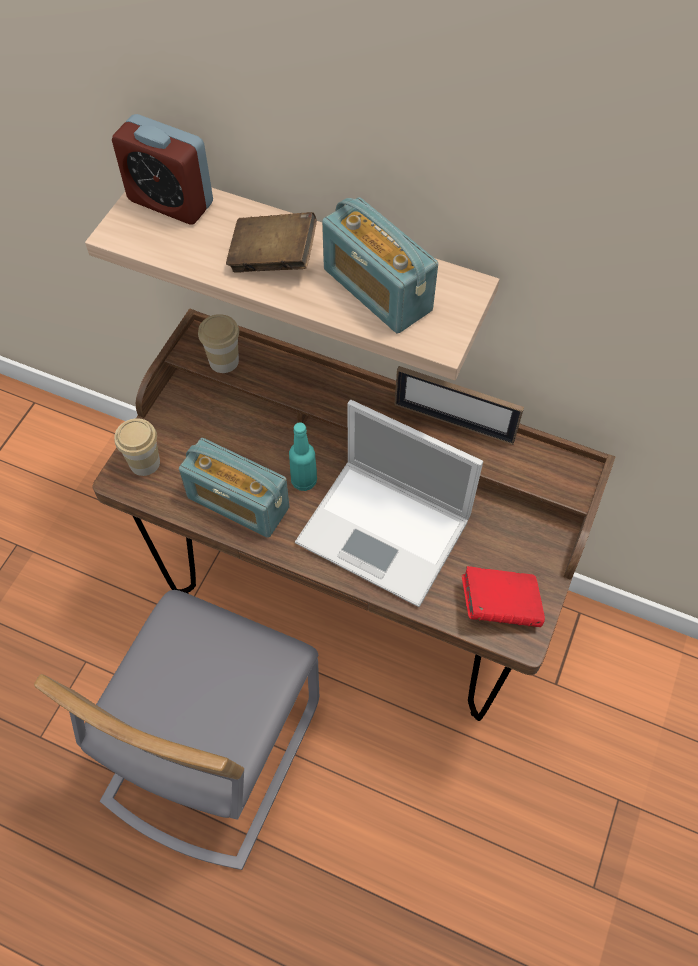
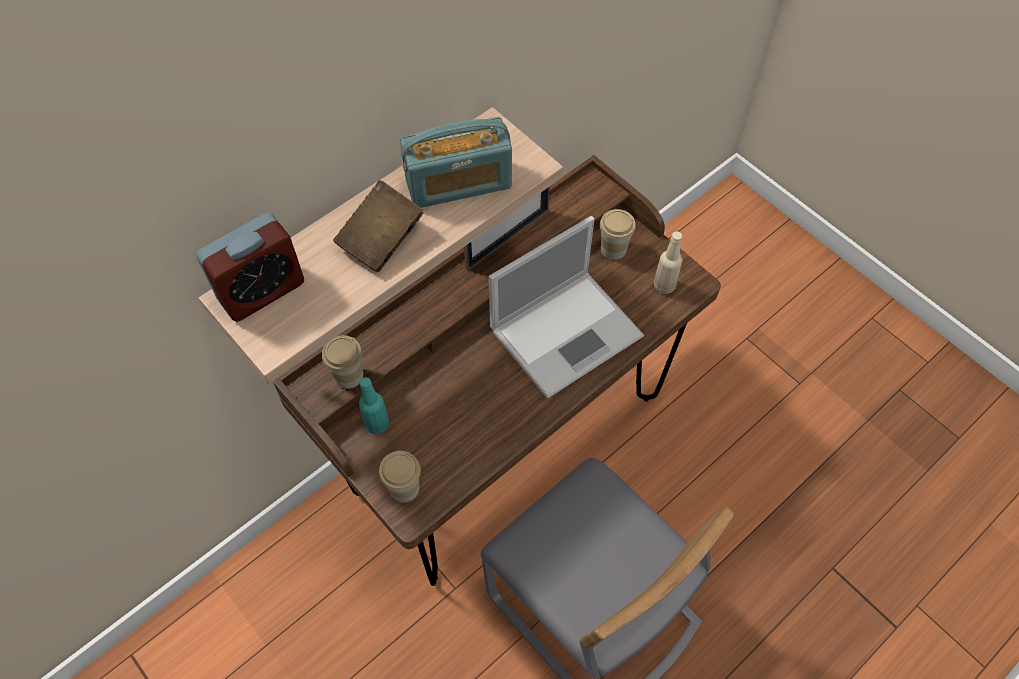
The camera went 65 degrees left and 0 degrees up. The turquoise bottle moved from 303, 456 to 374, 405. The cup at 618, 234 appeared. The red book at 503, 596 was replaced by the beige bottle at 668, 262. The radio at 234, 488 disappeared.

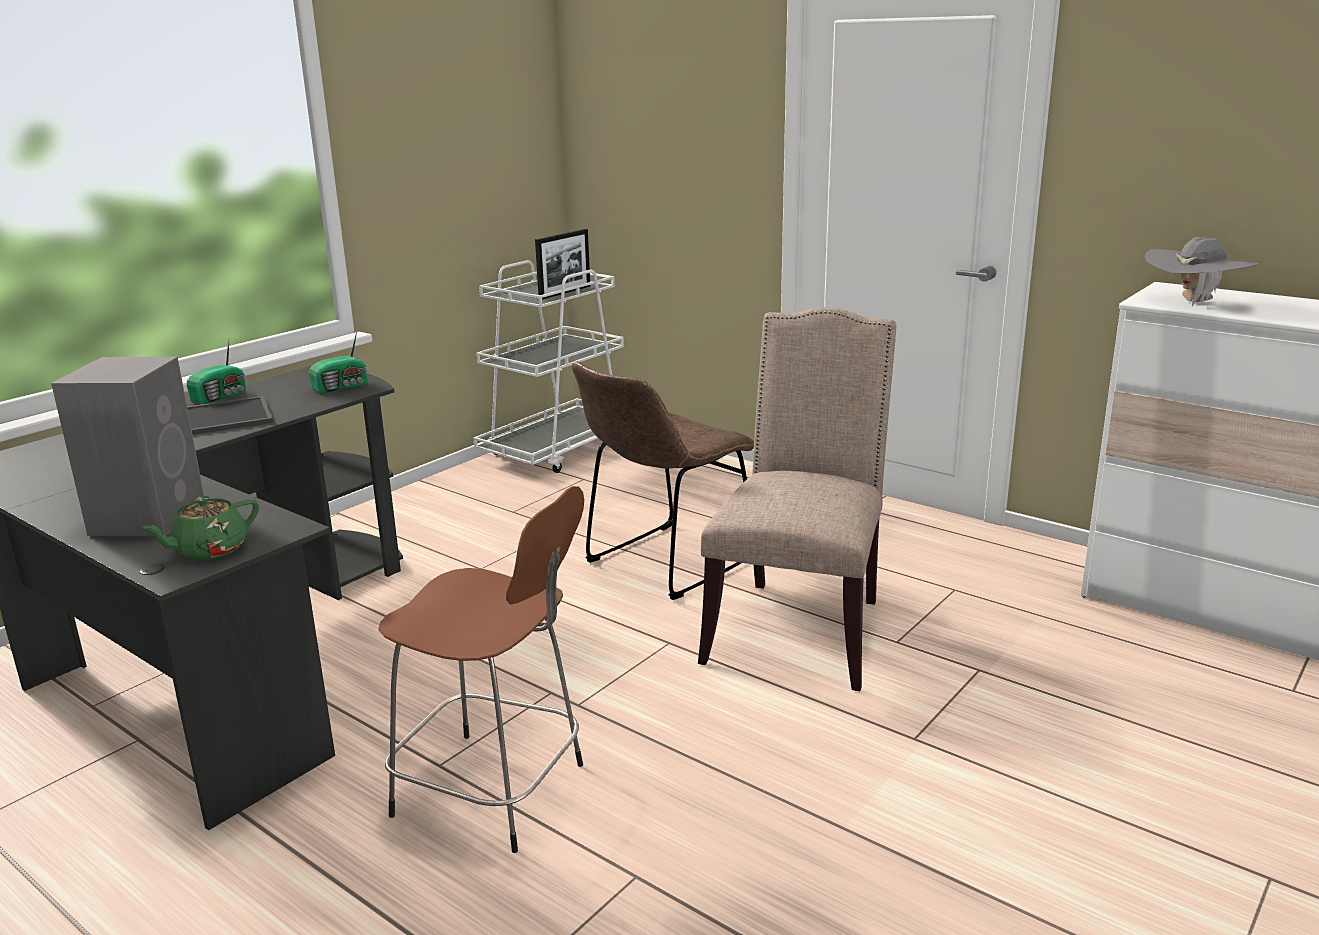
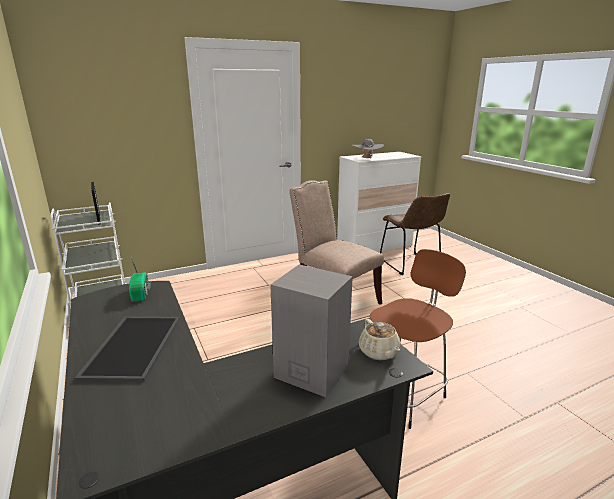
The camera went 65 degrees left and 0 degrees up. The green teapot at 200, 528 became the beige teapot at 380, 339. The brown chair moved from 663, 480 to 415, 234. The radio at 216, 372 disappeared.

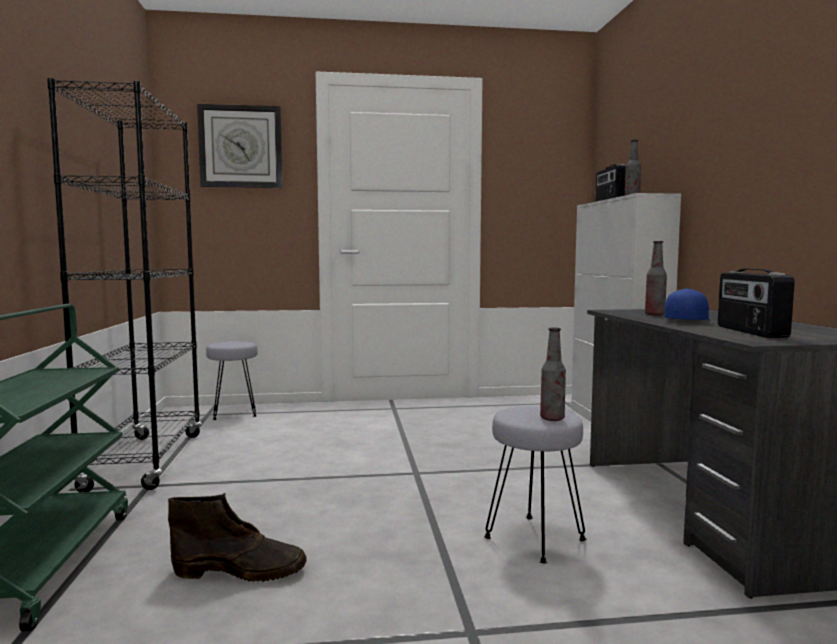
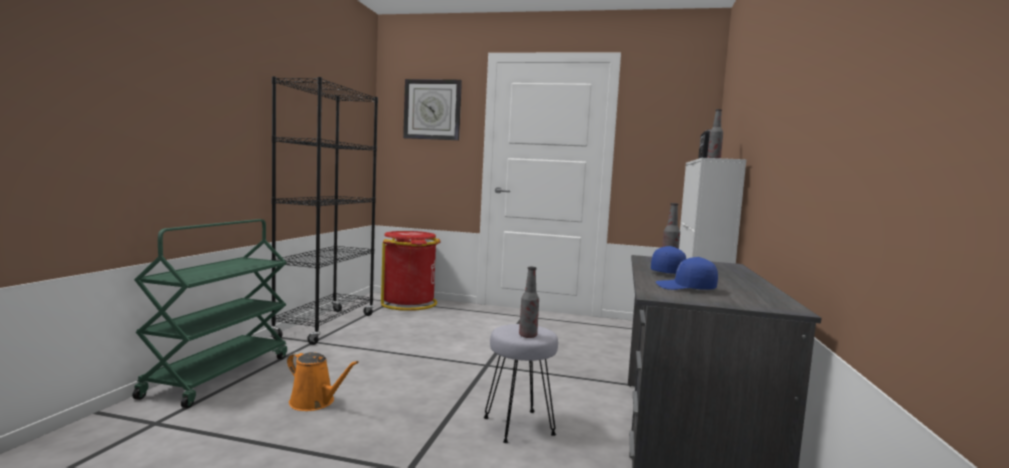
The camera went 20 degrees right and 0 degrees up. The brown boot at 237, 537 was replaced by the orange watering can at 323, 381. The grey stool at 232, 380 was replaced by the red trash can at 411, 271. The radio at 756, 303 was replaced by the blue cap at 686, 273.

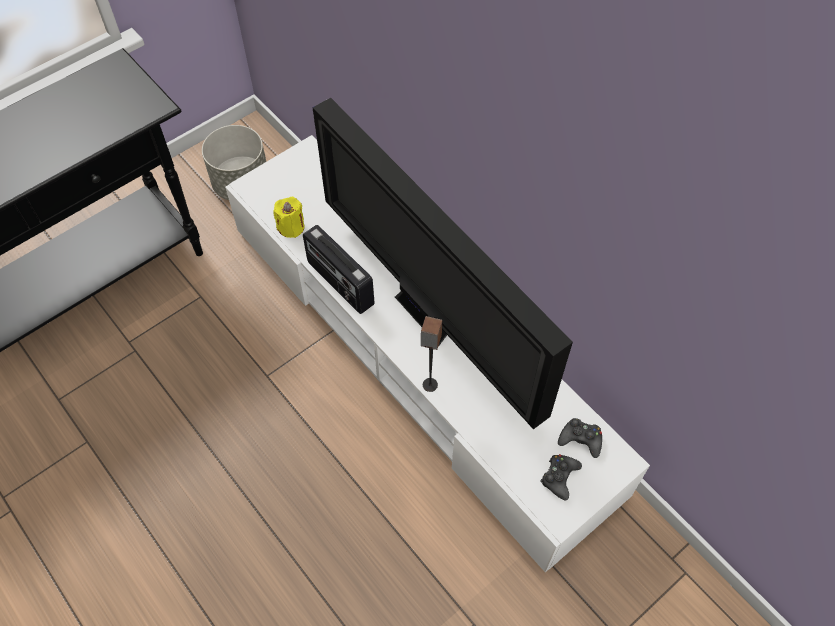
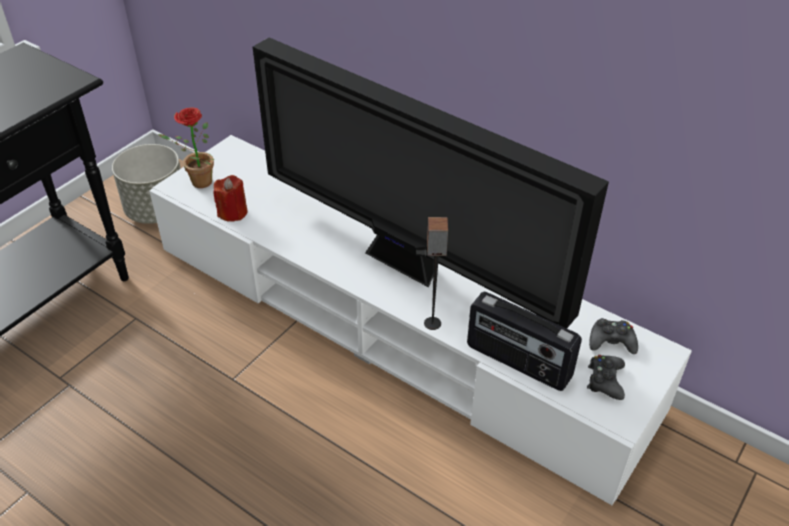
The camera went 15 degrees left and 15 degrees down. The potted plant at 186, 147 appeared. The yellow candle at 289, 217 became the red candle at 230, 198. The radio moved from 339, 269 to 524, 341.

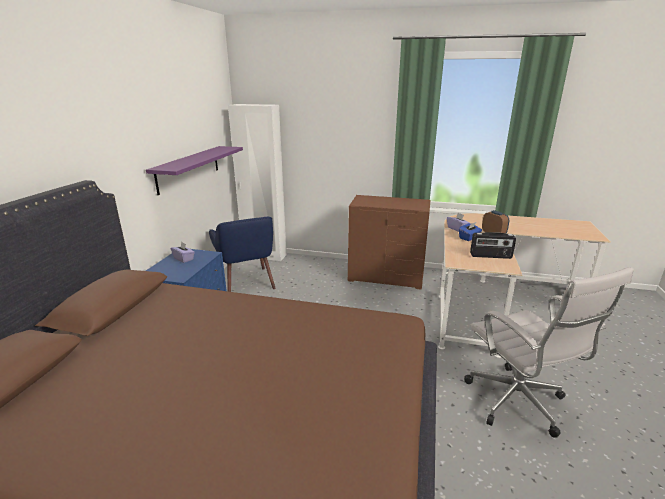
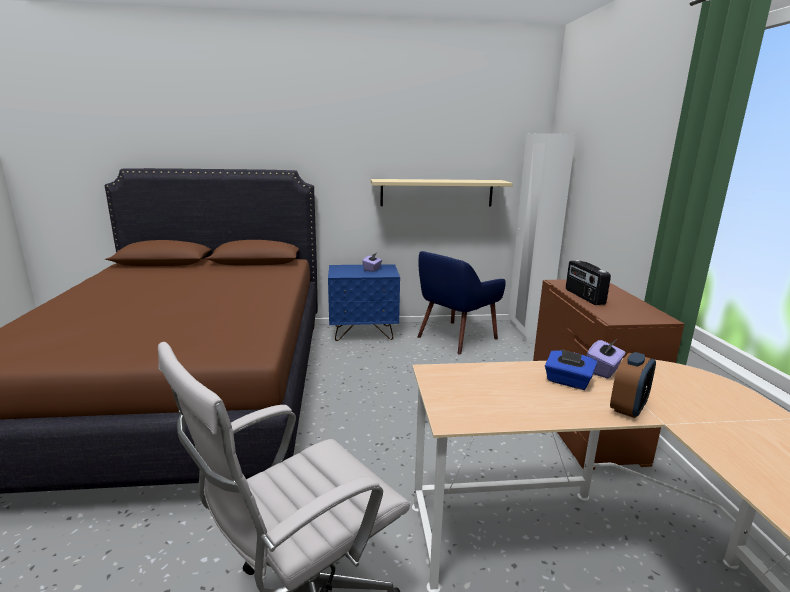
The camera went 70 degrees right and 5 degrees down. The purple shelf at 194, 170 became the beige shelf at 442, 193. The radio moved from 493, 245 to 588, 282.

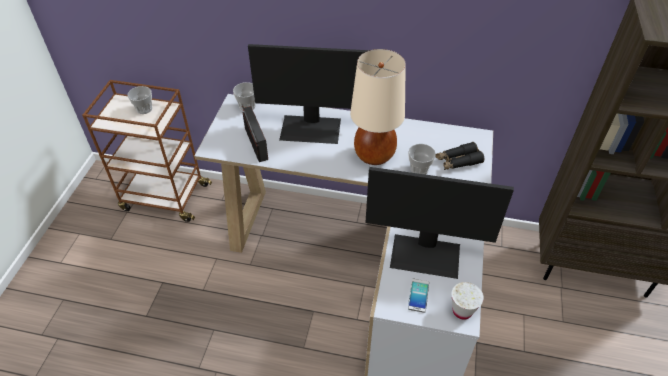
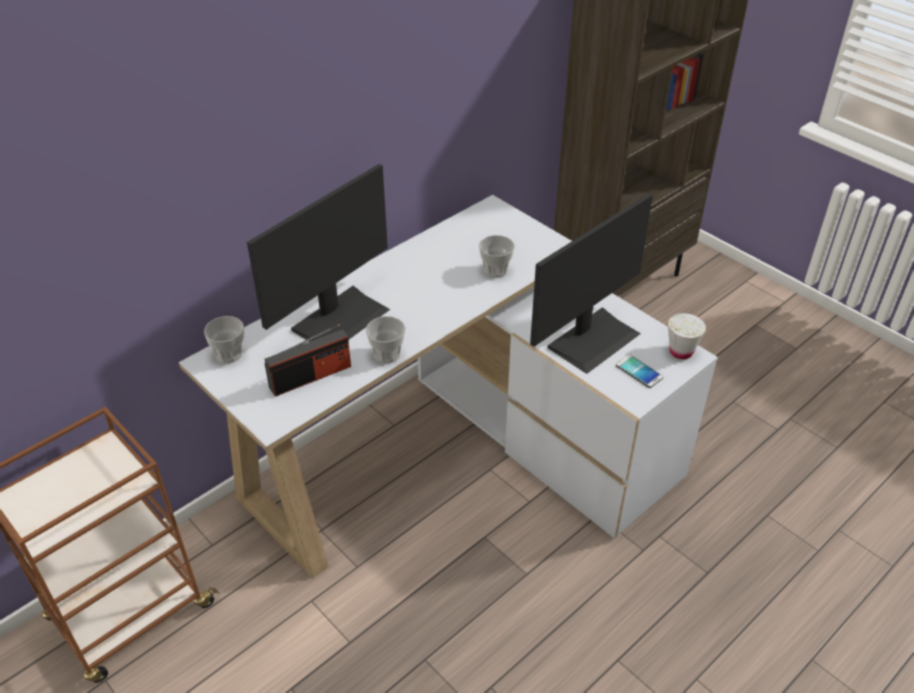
The camera went 55 degrees left and 5 degrees down. The radio at 255, 134 turned 135 degrees clockwise. The cup moved from 139, 100 to 385, 339. The beige table lamp at 378, 107 disappeared. The black binoculars at 459, 156 disappeared.

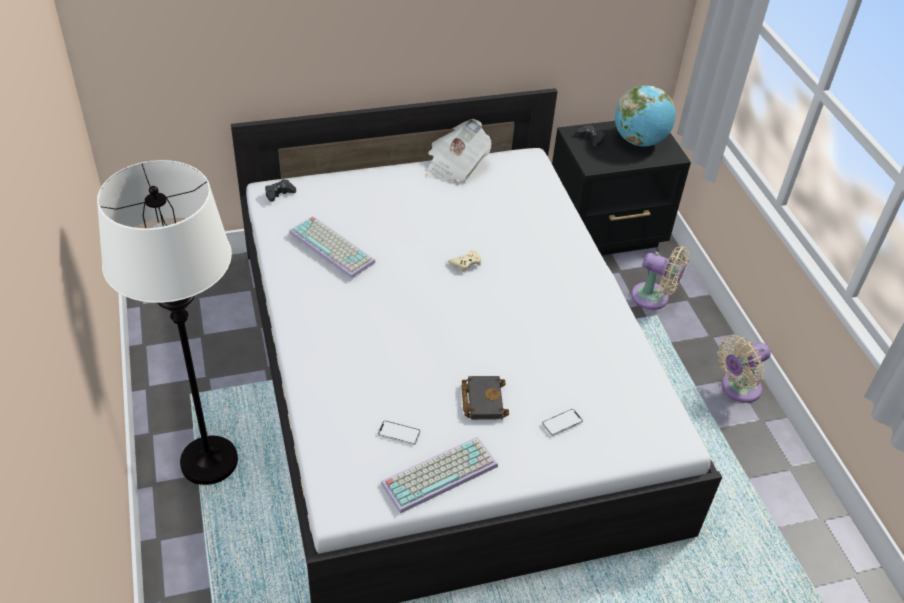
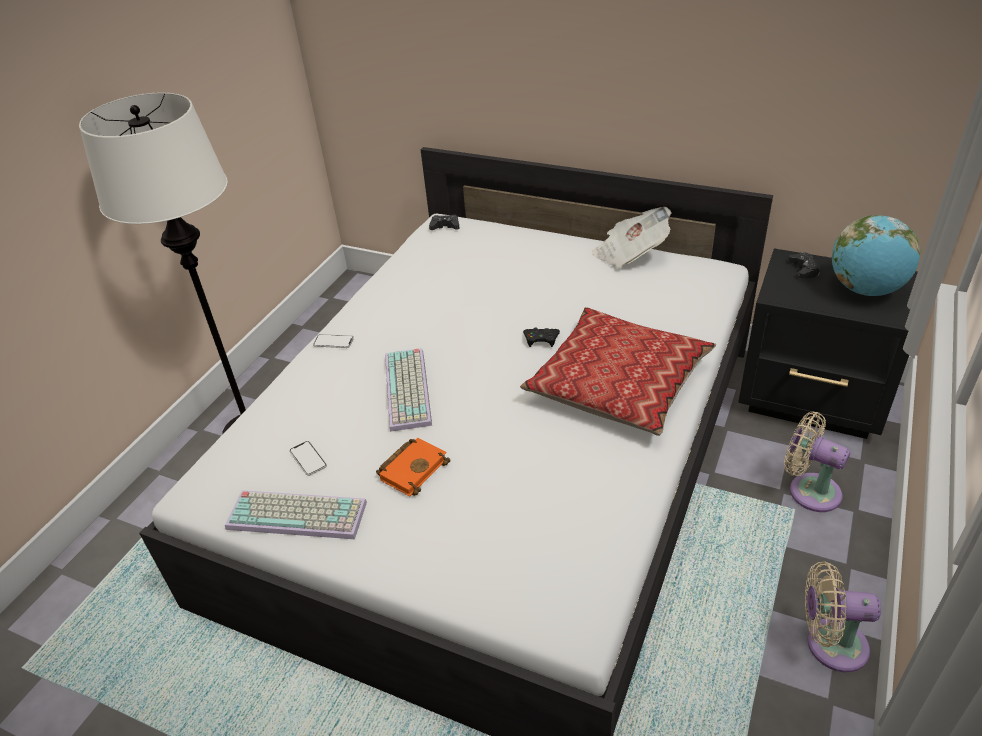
The camera went 45 degrees right and 5 degrees down. The phone moved from 562, 422 to 333, 341. The black book at 485, 398 became the orange book at 413, 467. The keyboard moved from 332, 247 to 408, 390. The pillow at 618, 371 appeared. The beige game controller at 465, 261 became the black game controller at 541, 337. The beige fan at 660, 278 turned 150 degrees clockwise.

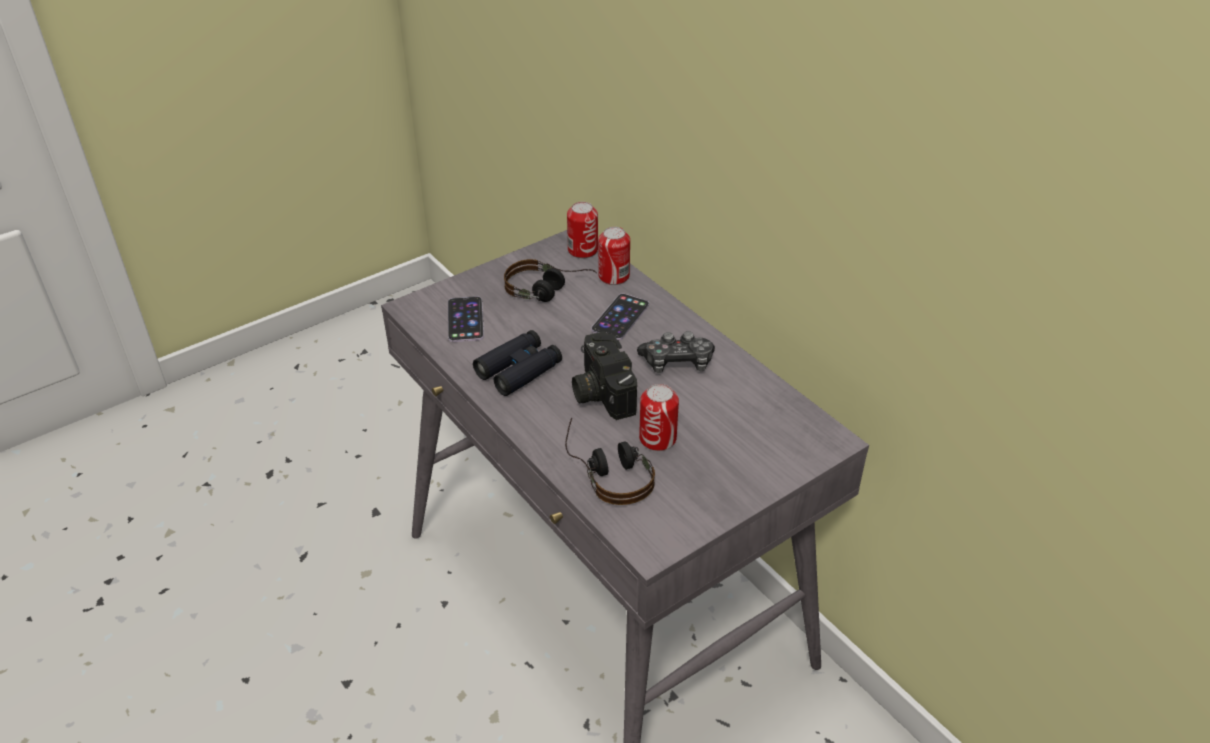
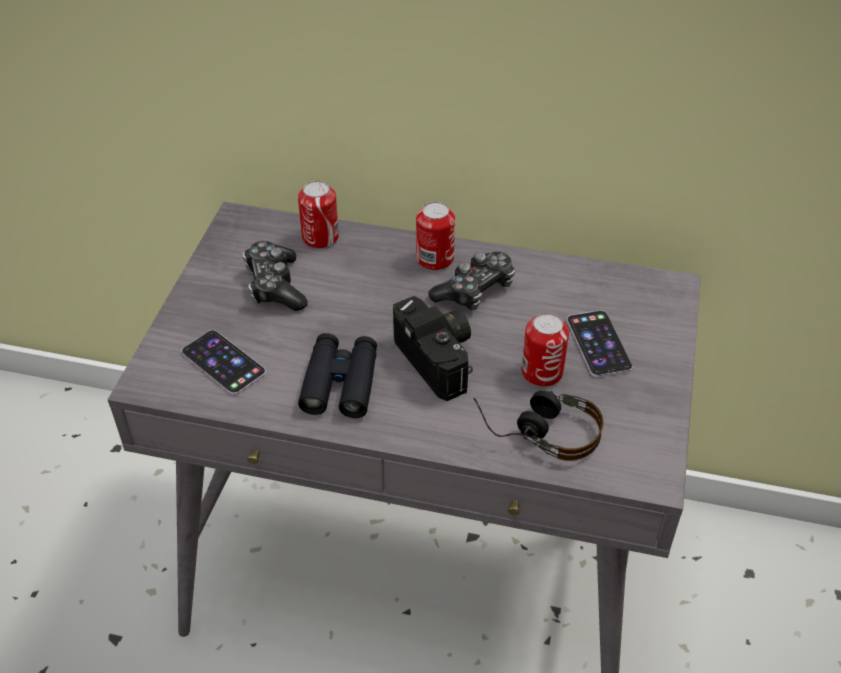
The camera went 40 degrees left and 5 degrees up. The headphones at 550, 280 was replaced by the game controller at 275, 276. The photo camera at 604, 375 turned 150 degrees counterclockwise. The can moved from 582, 230 to 435, 236. The phone moved from 620, 316 to 600, 343.

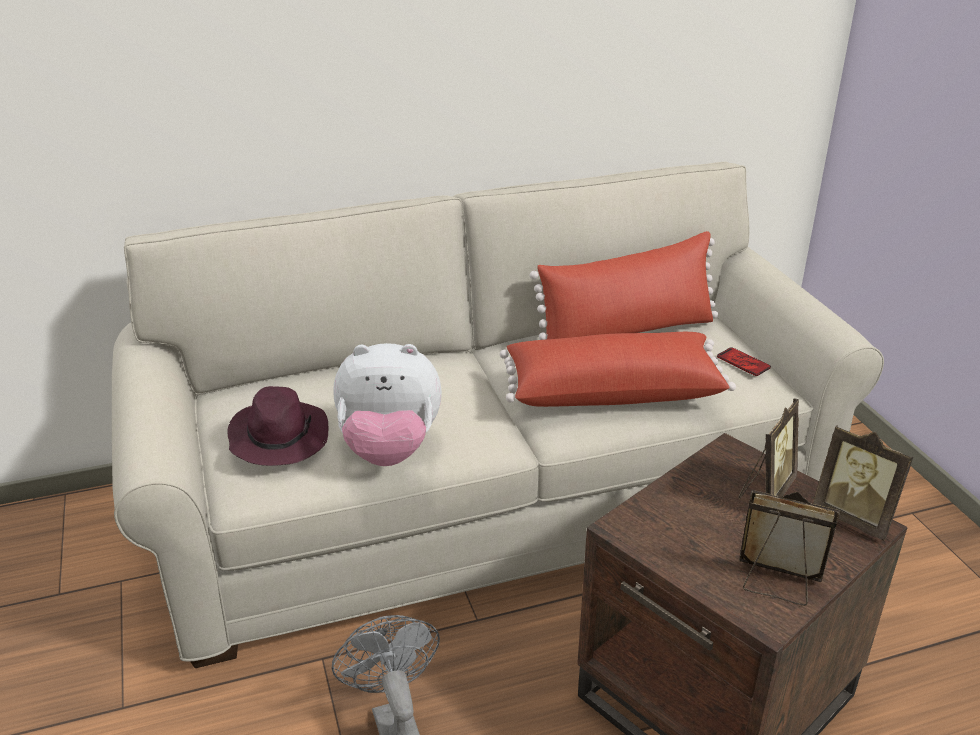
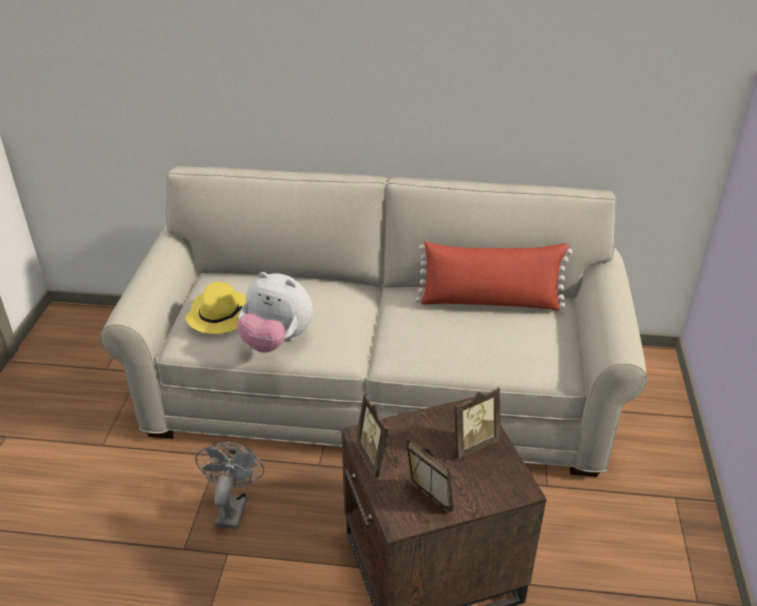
The camera went 25 degrees right and 5 degrees up. The purple hat at 278, 426 became the yellow hat at 215, 308. The picture frame moved from 863, 482 to 376, 435. The red pillow at 618, 369 disappeared. The phone at 744, 361 disappeared.

